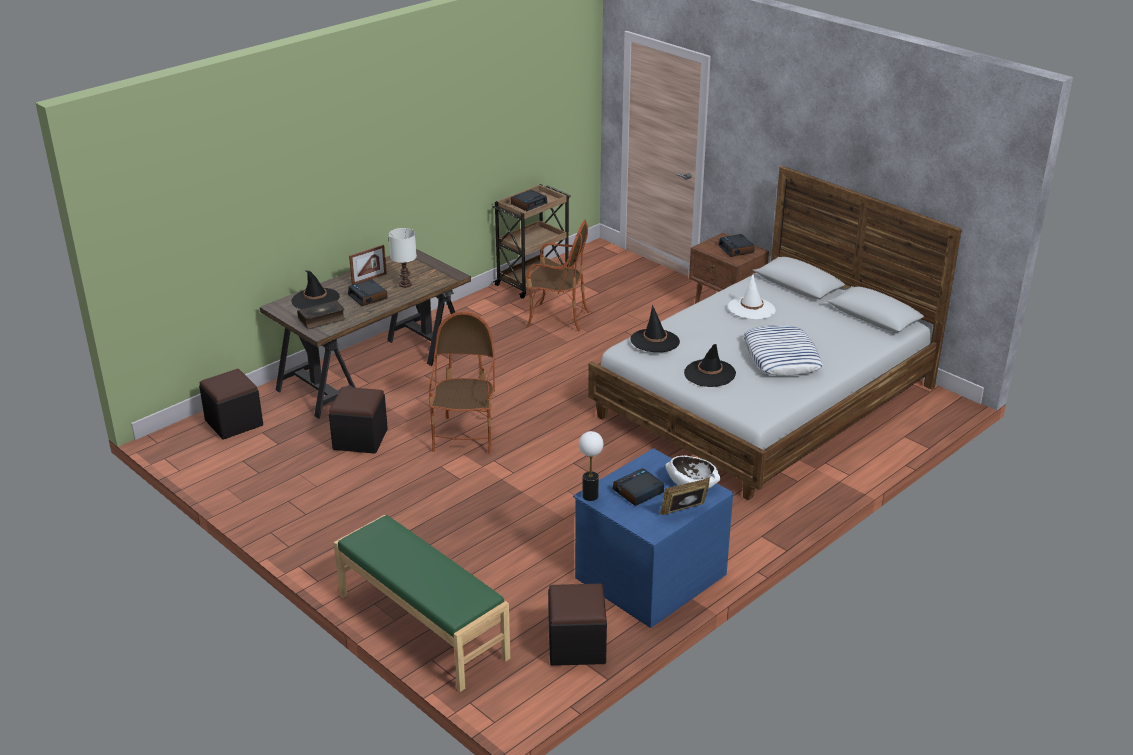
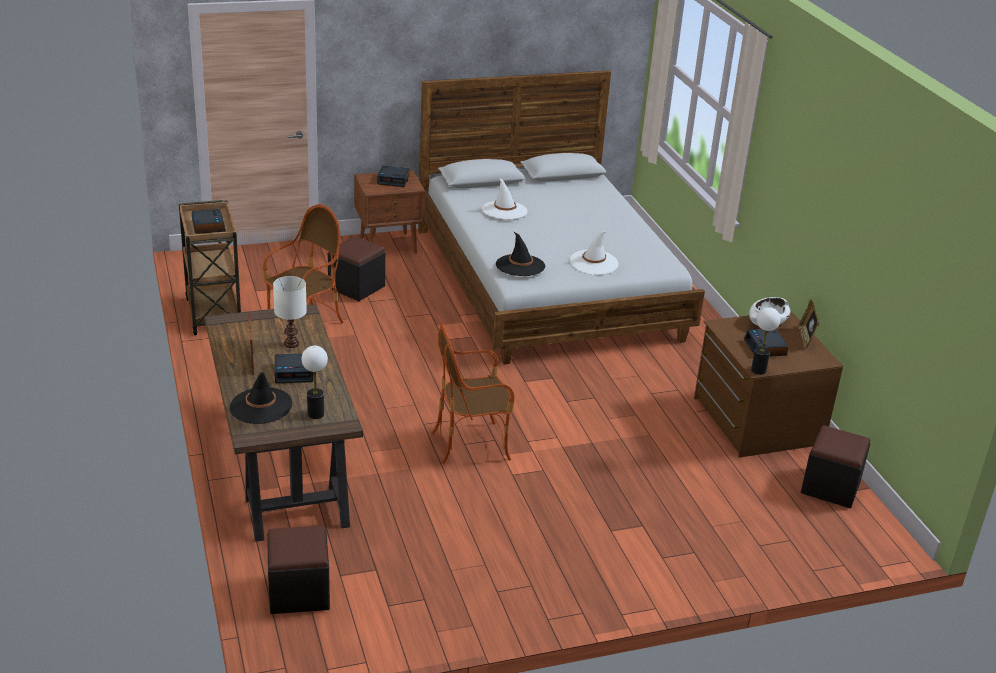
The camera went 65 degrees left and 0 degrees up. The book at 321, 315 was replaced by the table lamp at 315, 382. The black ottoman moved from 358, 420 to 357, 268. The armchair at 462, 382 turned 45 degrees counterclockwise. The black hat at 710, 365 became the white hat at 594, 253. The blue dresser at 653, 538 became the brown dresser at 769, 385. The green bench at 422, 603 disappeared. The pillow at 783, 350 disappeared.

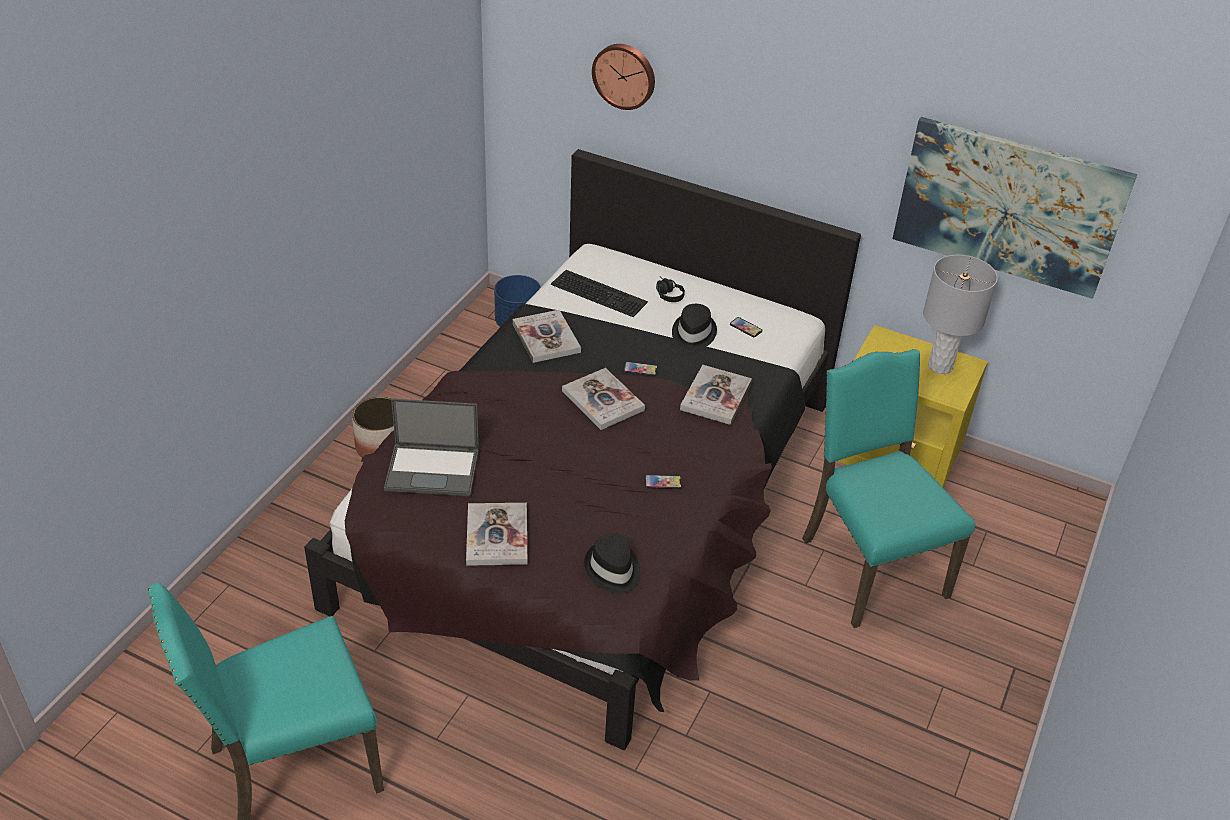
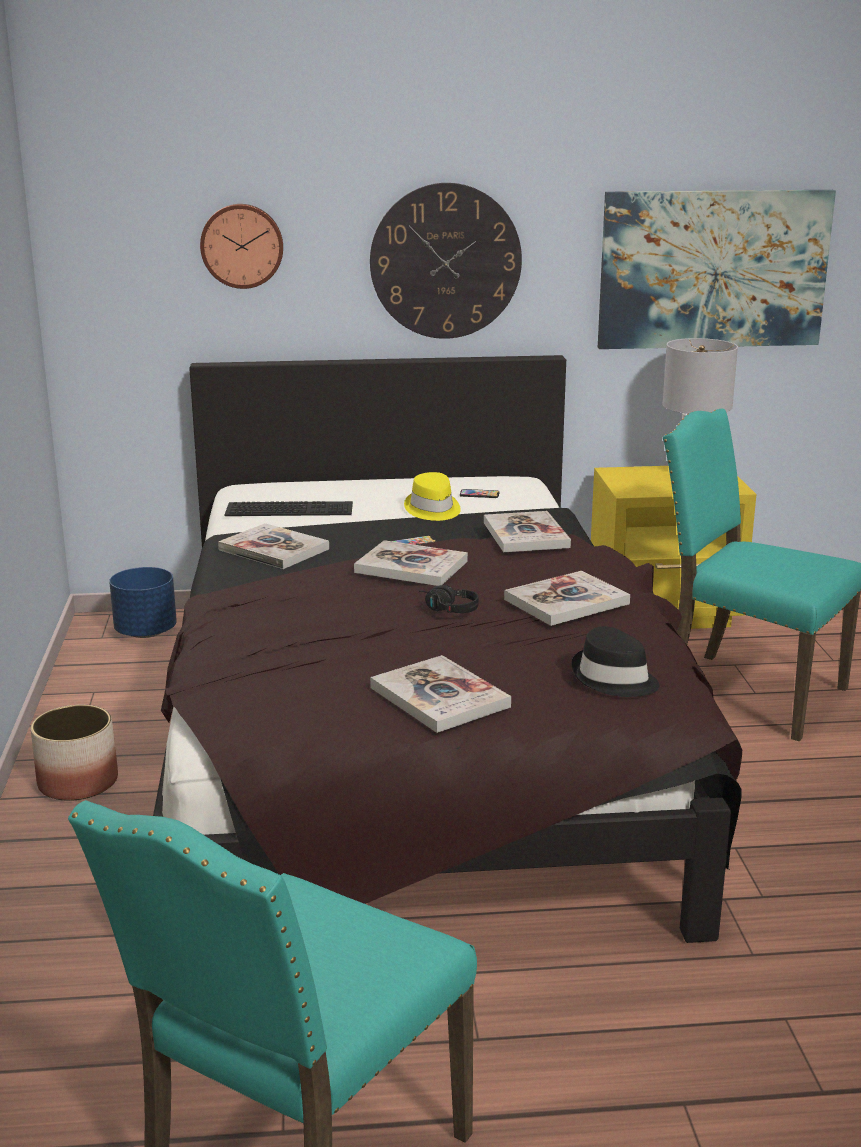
The camera went 30 degrees left and 20 degrees down. The wall clock at 446, 261 appeared. The black hat at 694, 327 became the yellow hat at 432, 496. The black headphones moved from 670, 289 to 449, 599. The phone at 663, 482 was replaced by the book at 567, 598. The laptop at 431, 447 disappeared.

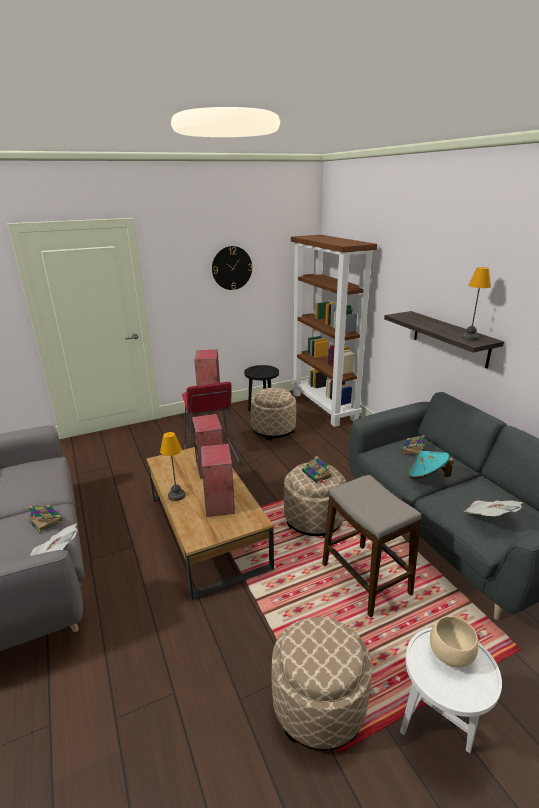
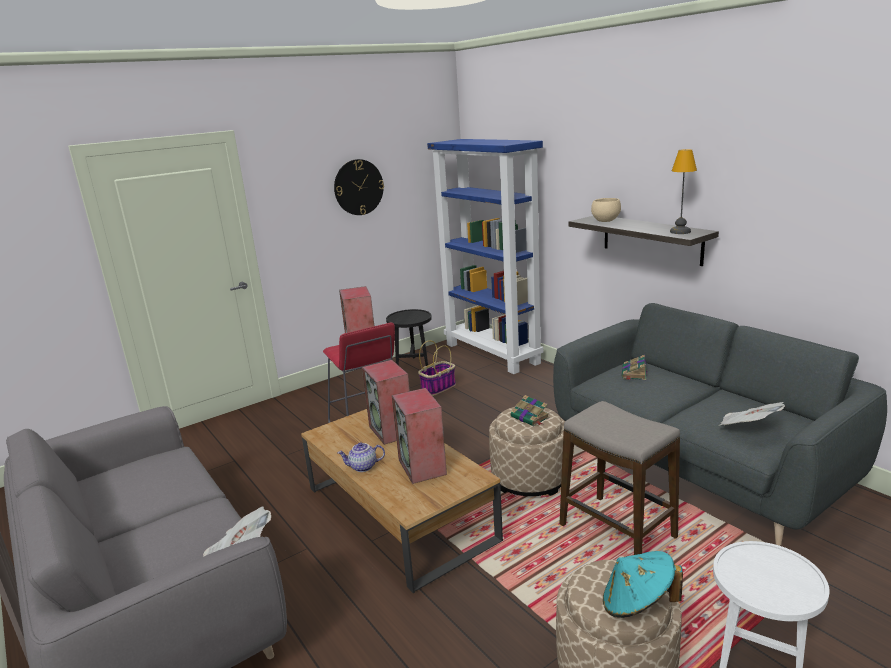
The camera went 10 degrees left and 5 degrees down. The table lamp at 173, 466 was replaced by the teapot at 361, 457. The beige ottoman at 273, 414 was replaced by the basket at 437, 368. The brown bookcase at 334, 331 became the blue bookcase at 485, 256. The beige bowl moved from 454, 641 to 606, 210. The turquoise hat moved from 431, 465 to 643, 584. The book at 45, 519 disappeared.

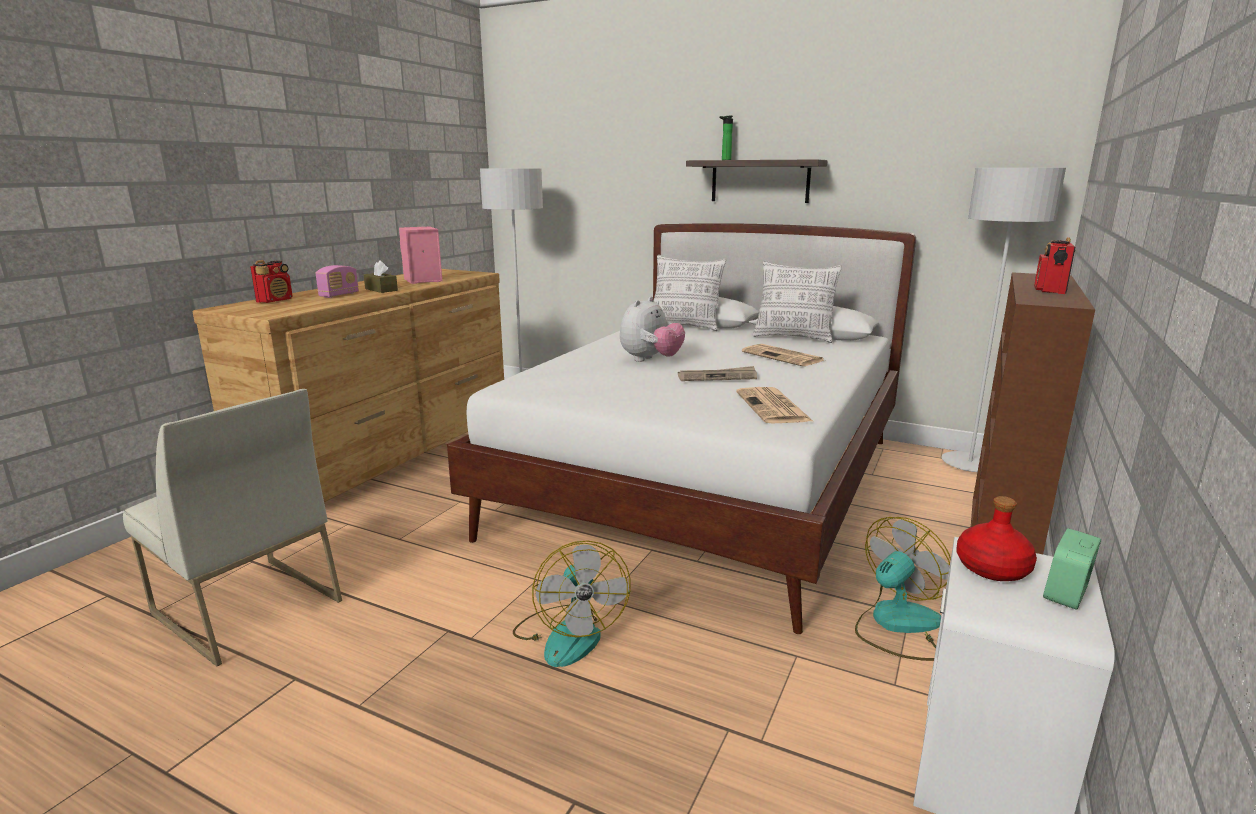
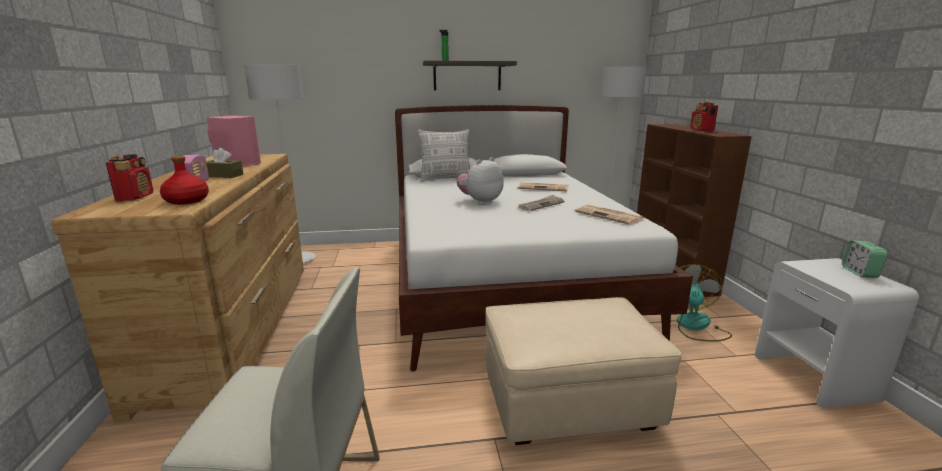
The camera went 35 degrees left and 0 degrees up. The red bottle moved from 996, 538 to 184, 180. The plush toy at 652, 329 turned 135 degrees counterclockwise. The fan at 572, 603 was replaced by the beige ottoman at 583, 371. The pillow at 797, 302 disappeared.

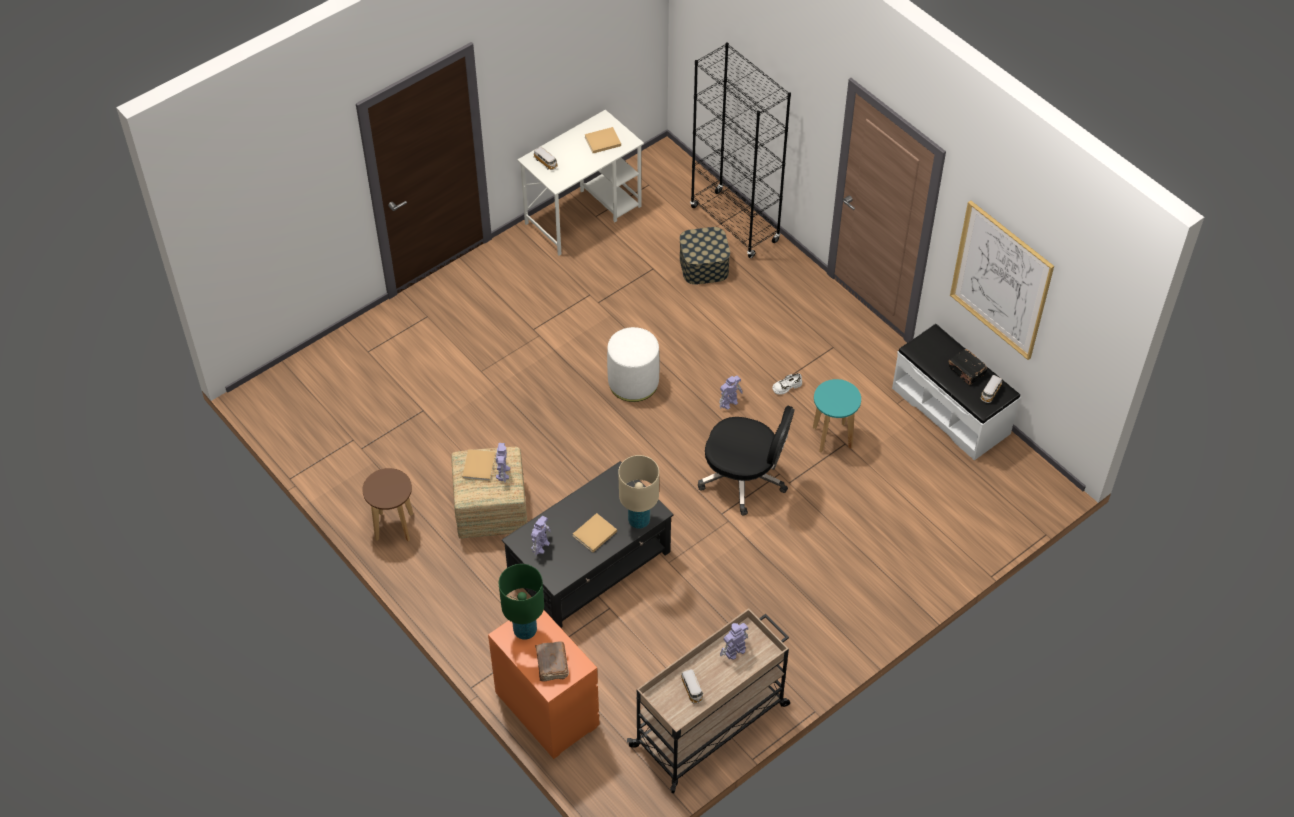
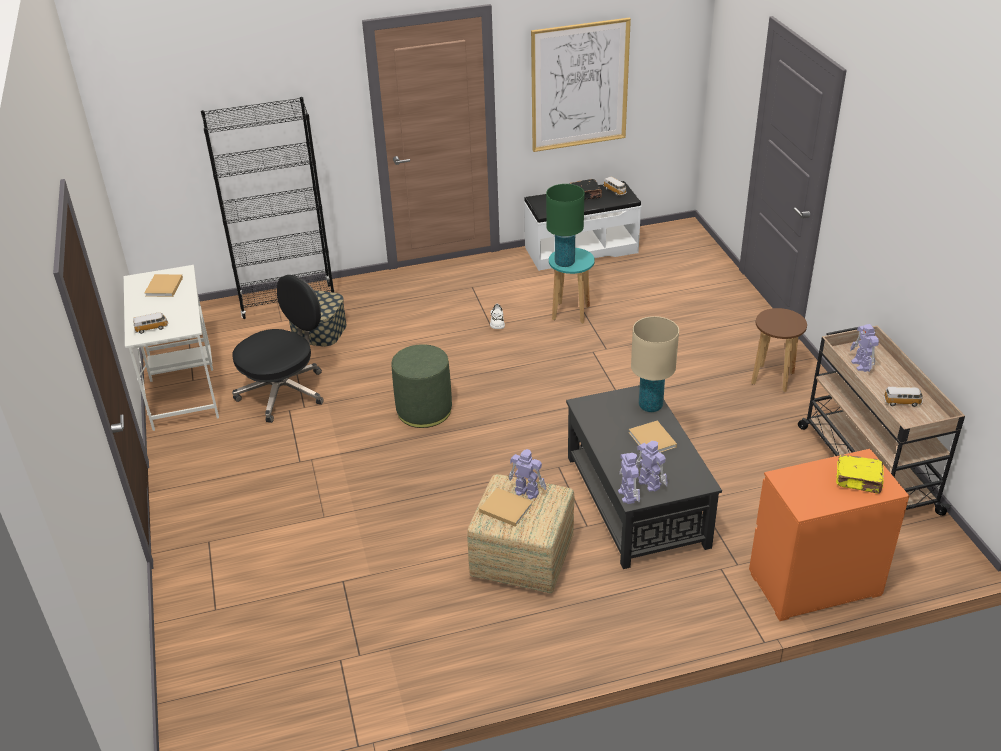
The camera went 65 degrees left and 15 degrees down. The black office chair moved from 746, 460 to 277, 349. The white ottoman at 633, 364 became the green ottoman at 421, 386. The green table lamp moved from 521, 602 to 565, 225. The toy robot moved from 731, 392 to 629, 478. The brown stool moved from 387, 505 to 779, 350. The brown book at 552, 661 became the yellow book at 860, 474.

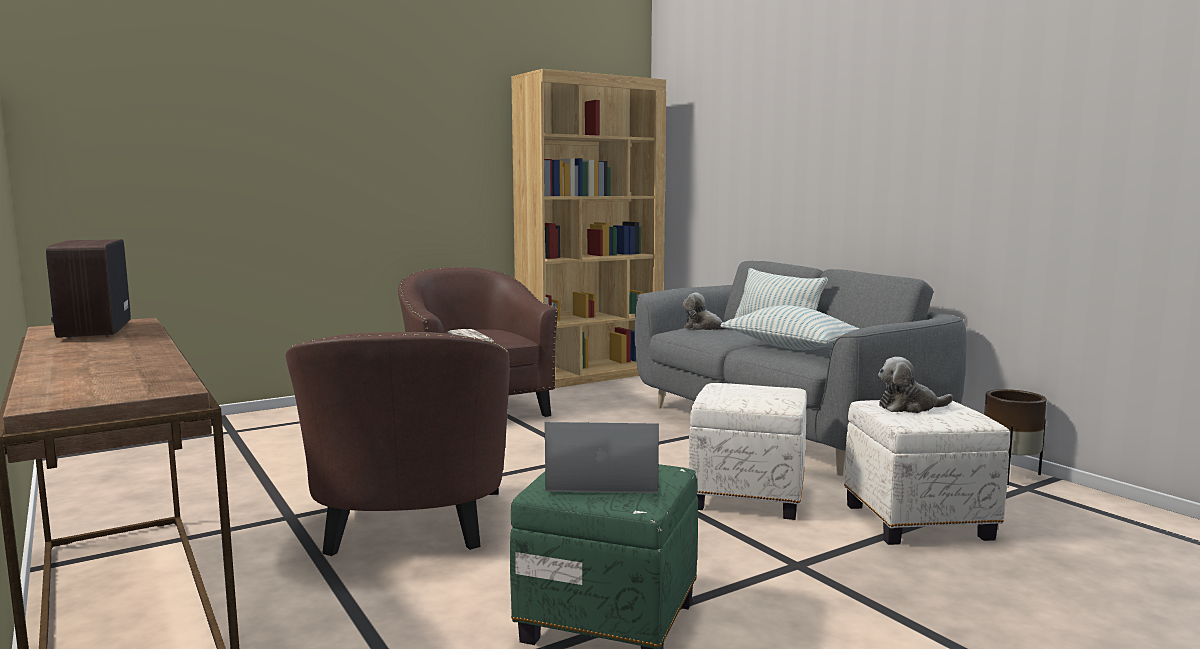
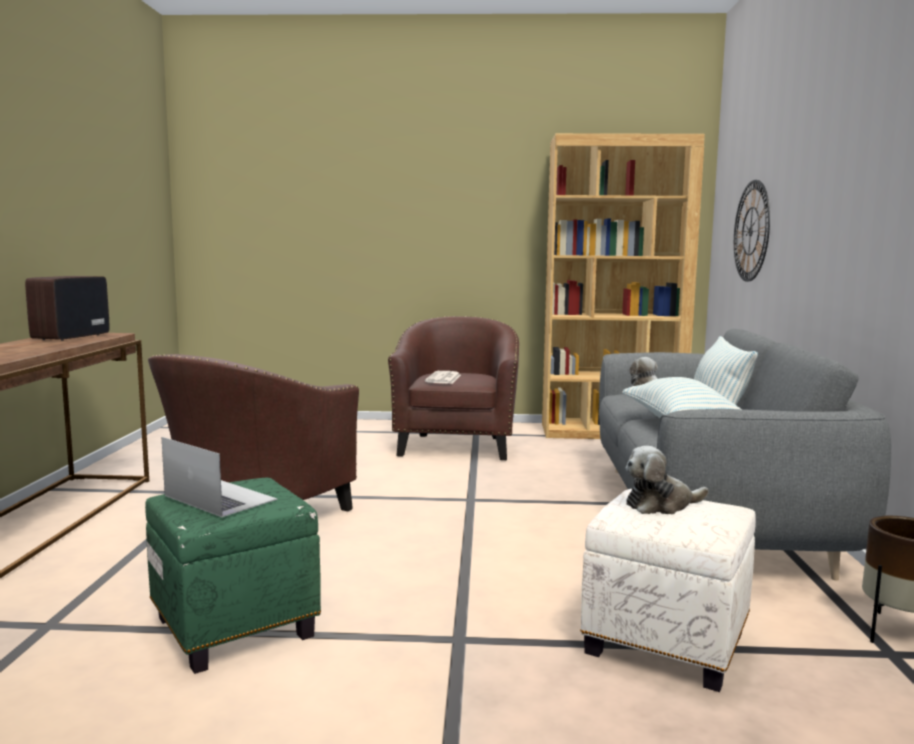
The camera went 35 degrees right and 0 degrees up. The plush toy at 915, 385 turned 45 degrees counterclockwise. The wall clock at 752, 231 appeared. The white ottoman at 747, 451 disappeared.

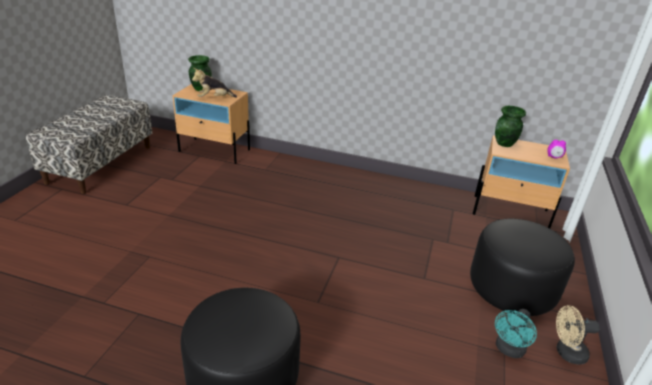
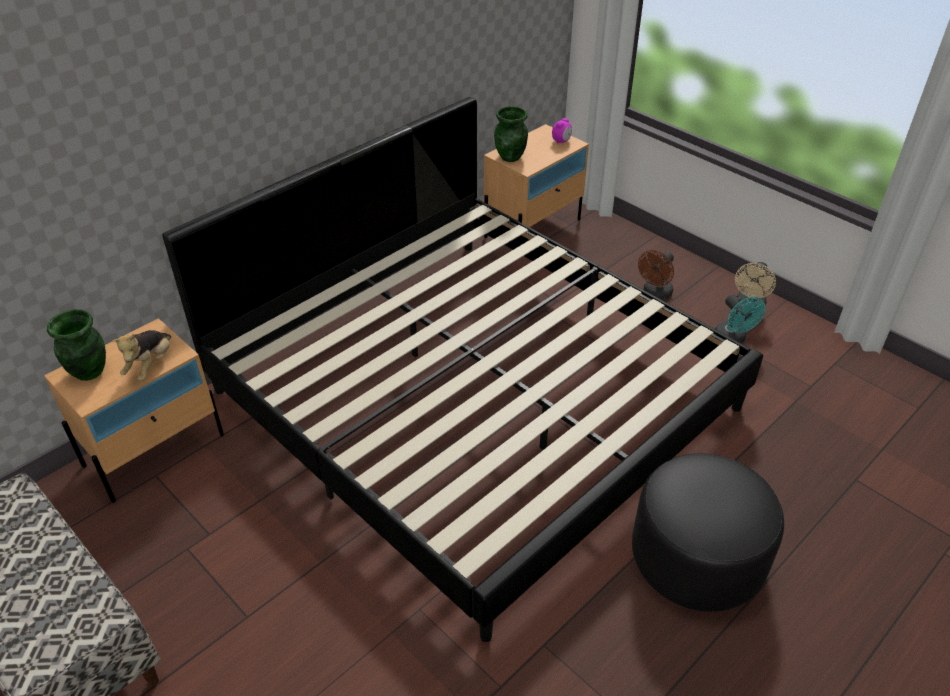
The camera went 60 degrees left and 10 degrees up. The bed at 462, 369 appeared. The black ottoman at 522, 267 was replaced by the brown fan at 656, 275.

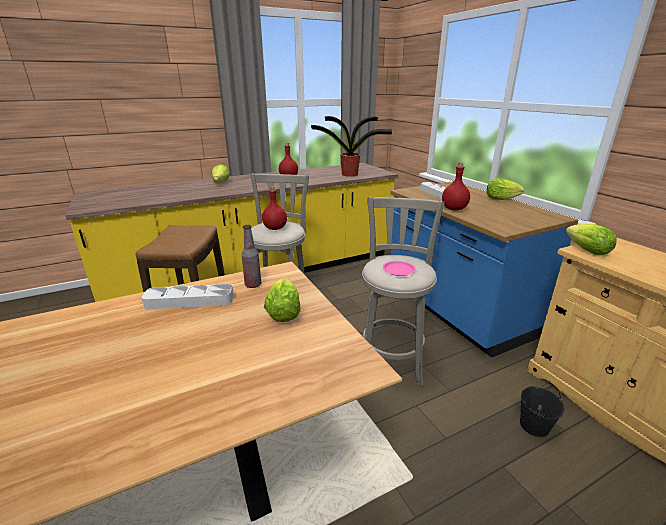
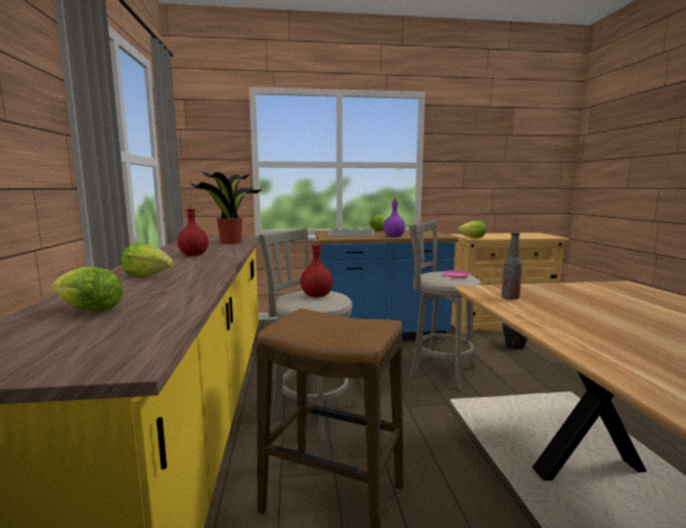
The camera went 70 degrees left and 15 degrees down. The lettuce moved from 282, 300 to 87, 290. The red bottle at 456, 187 became the purple bottle at 394, 218. The grey tray at 188, 296 disappeared.

